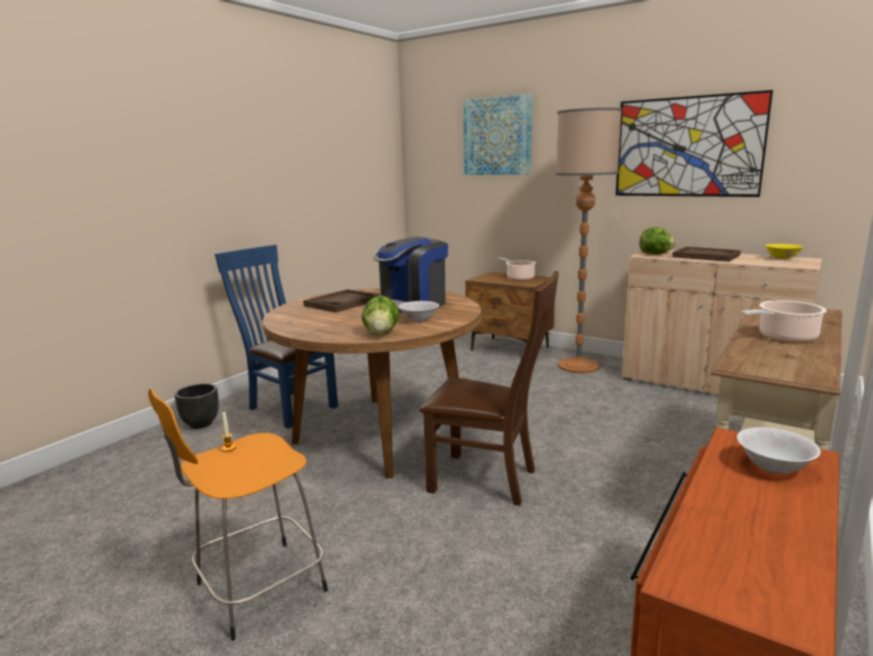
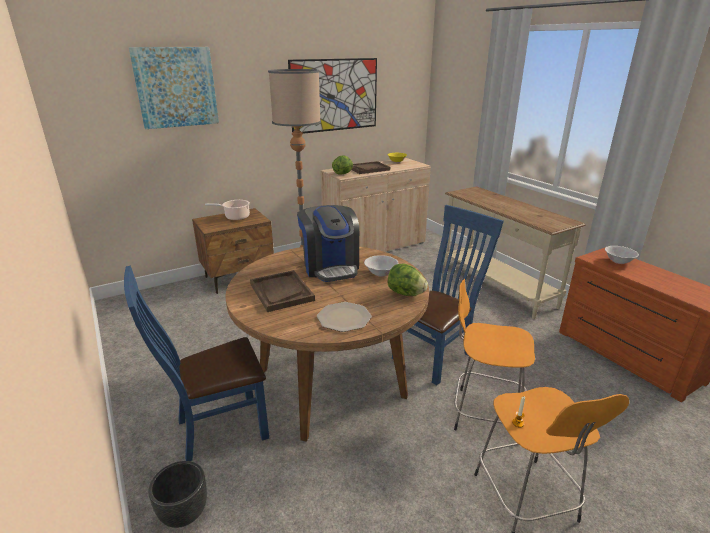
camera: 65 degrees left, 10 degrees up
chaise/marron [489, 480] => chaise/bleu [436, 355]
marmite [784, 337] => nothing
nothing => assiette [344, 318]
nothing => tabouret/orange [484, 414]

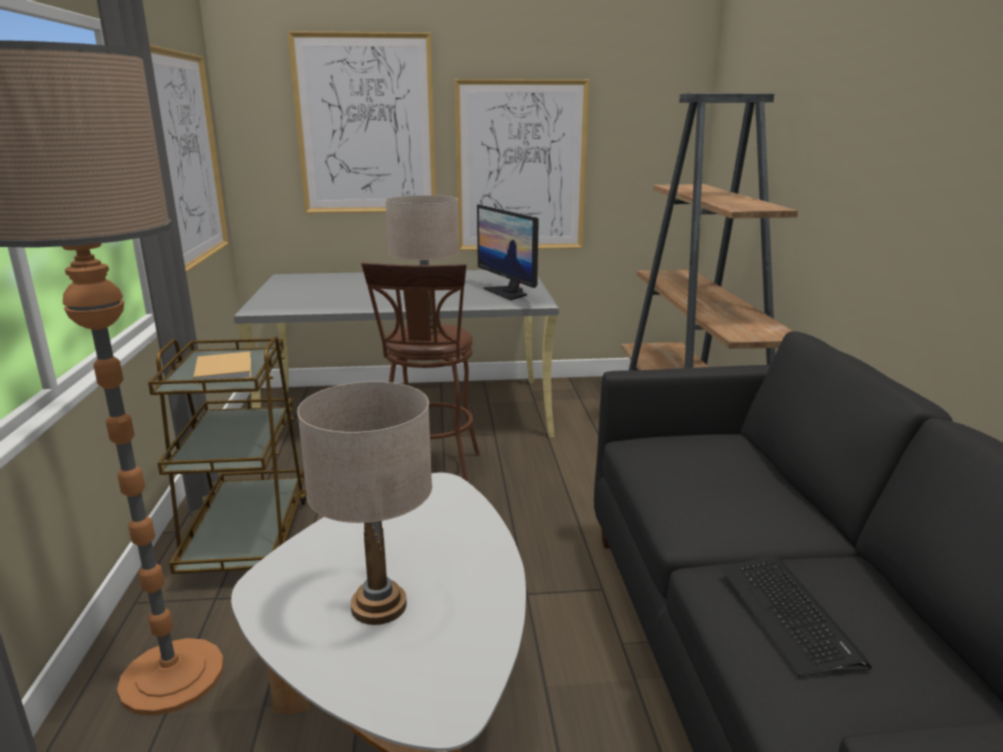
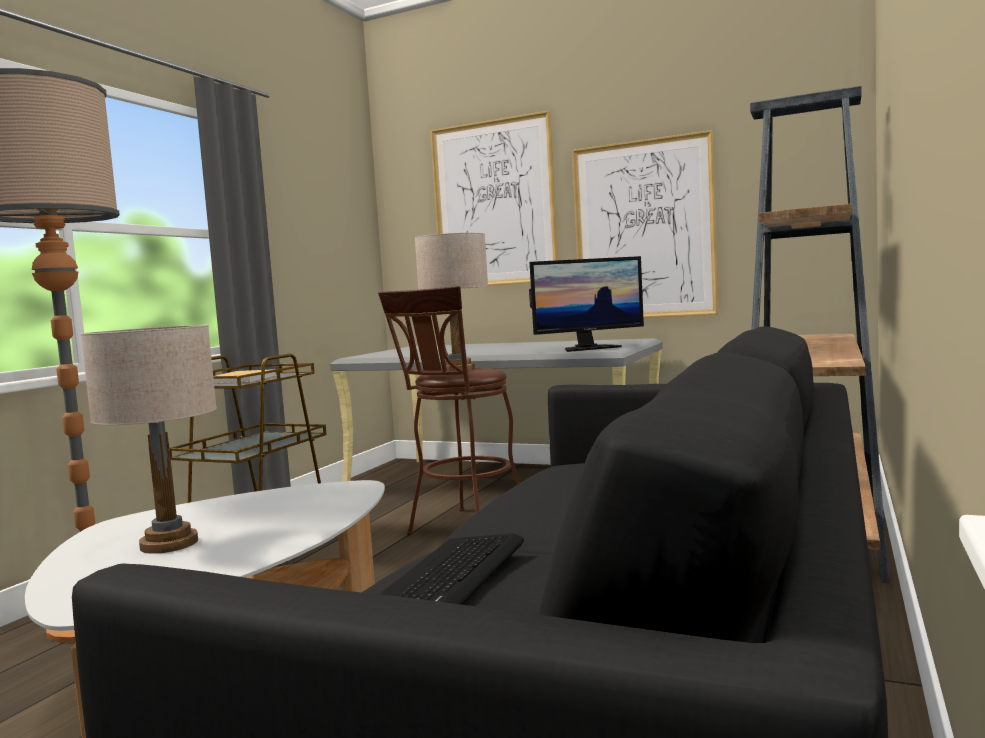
camera: 30 degrees right, 15 degrees down
tableau [188, 159] => nothing
écran d'ordinateur [508, 292] => écran d'ordinateur [588, 348], 105 degrees counterclockwise

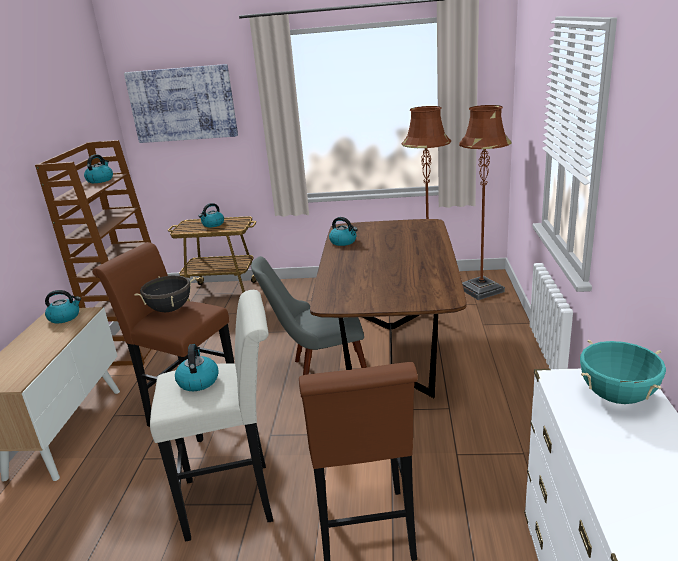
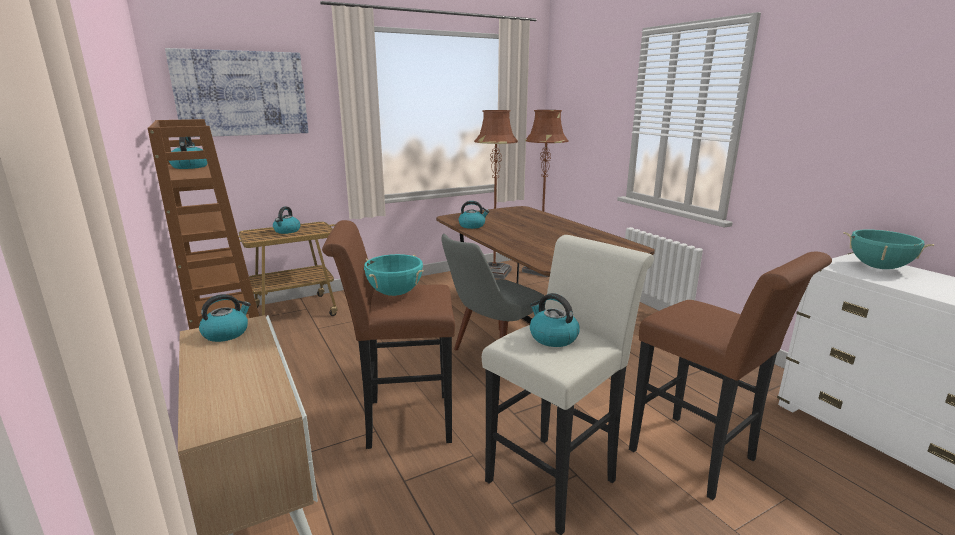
camera: 35 degrees left, 5 degrees down
marmite/noir [170, 309] => marmite/turquoise [395, 293]

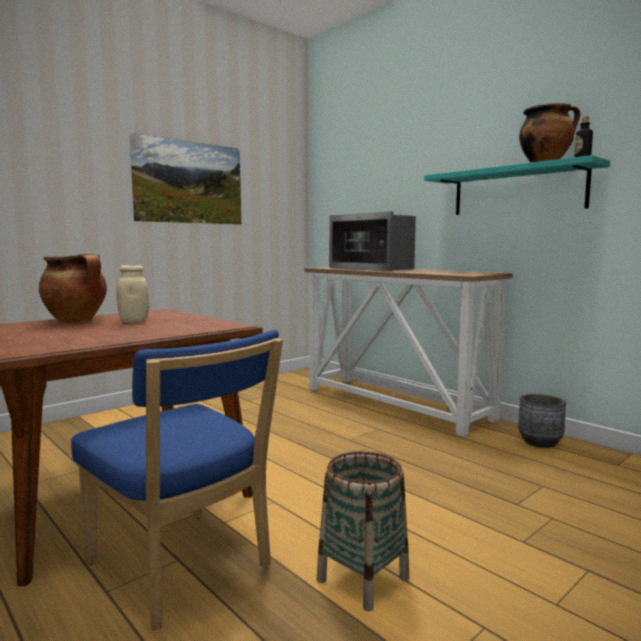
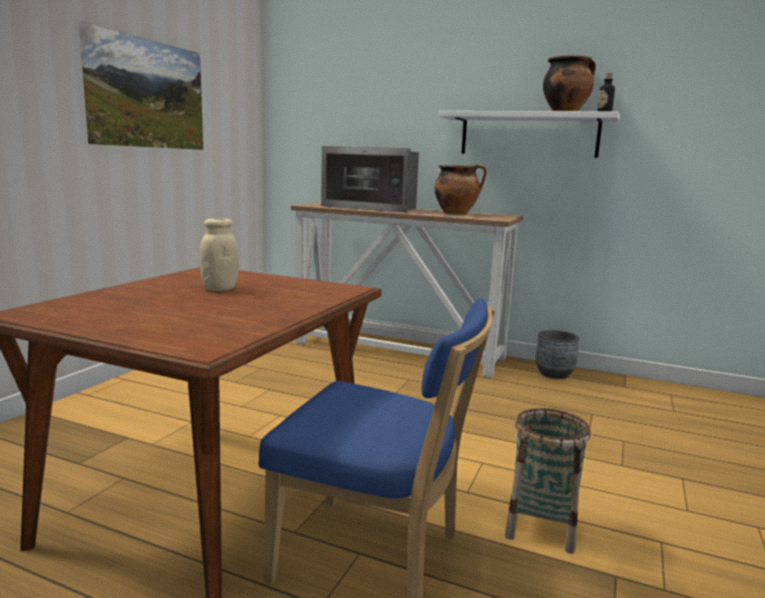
camera: 25 degrees left, 5 degrees up
marmite [77, 321] => marmite [457, 213], shifted
étagère/turquoise [517, 191] => étagère/blanc [528, 135]

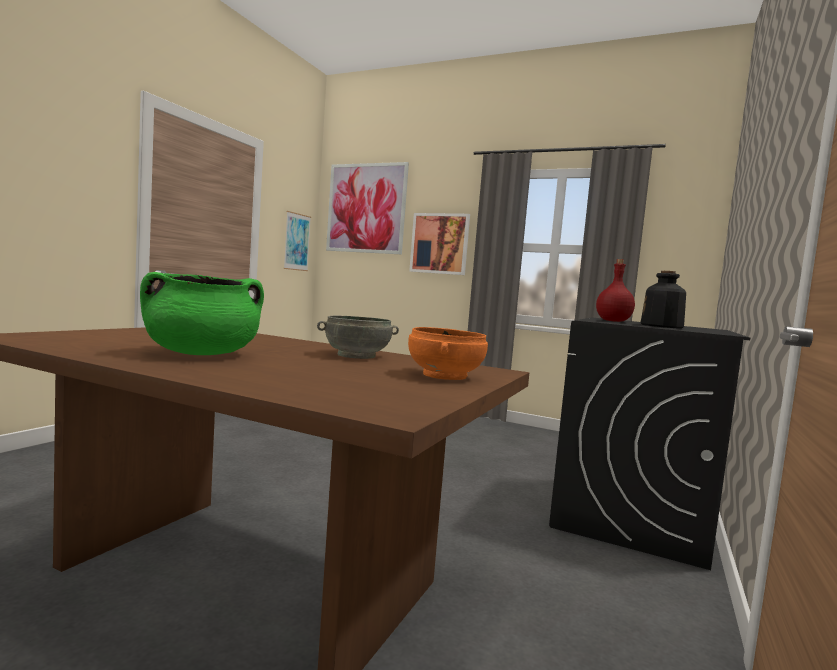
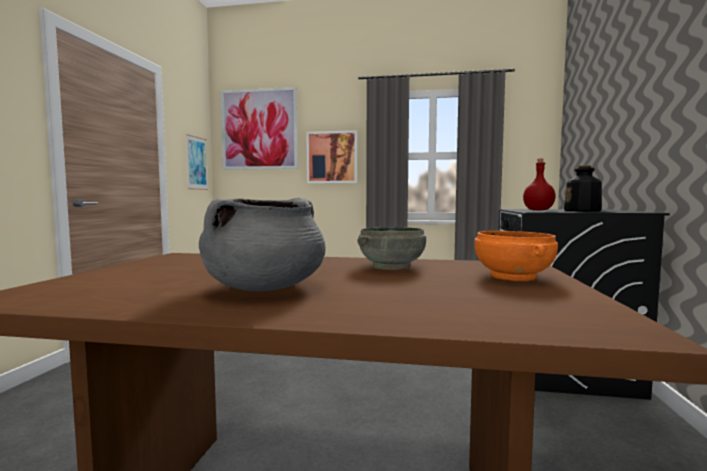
camera: 15 degrees left, 0 degrees up
marmite/vert [202, 354] => marmite/gris [265, 288]

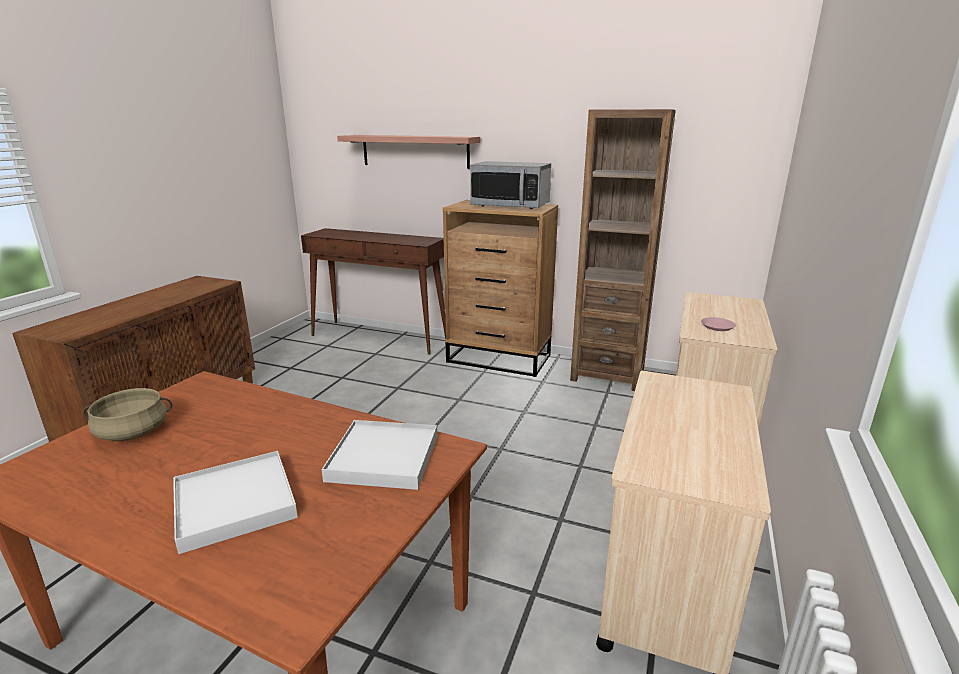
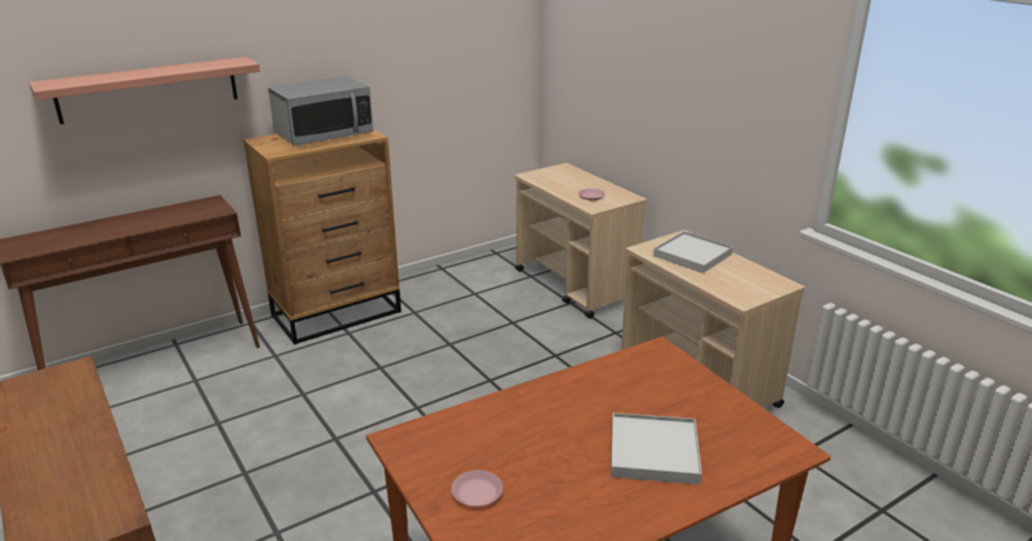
camera: 55 degrees left, 5 degrees up
marmite/beige [133, 432] => assiette/rose [476, 492]
plateau/blanc [383, 457] => plateau/blanc [692, 255], shifted
bibliothèque/marron [607, 374] => nothing

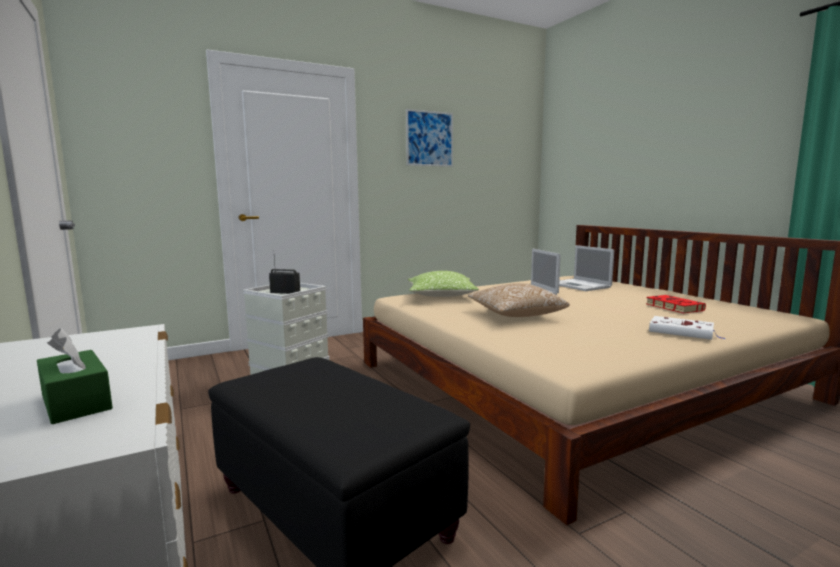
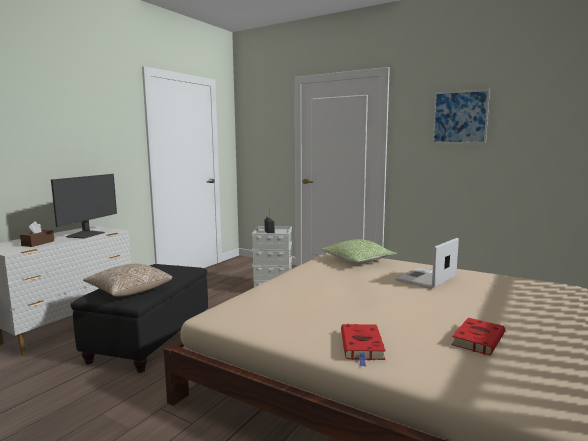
camera: 60 degrees right, 0 degrees up
boîte à mouchoirs/vert [76, 402] => boîte à mouchoirs/marron [38, 243]
coussin [515, 315] => coussin [129, 291], shifted
ordinateur portable [581, 285] => nothing
livre/blanc [683, 332] => livre/rouge [362, 346]
nothing => écran d'ordinateur [86, 235]

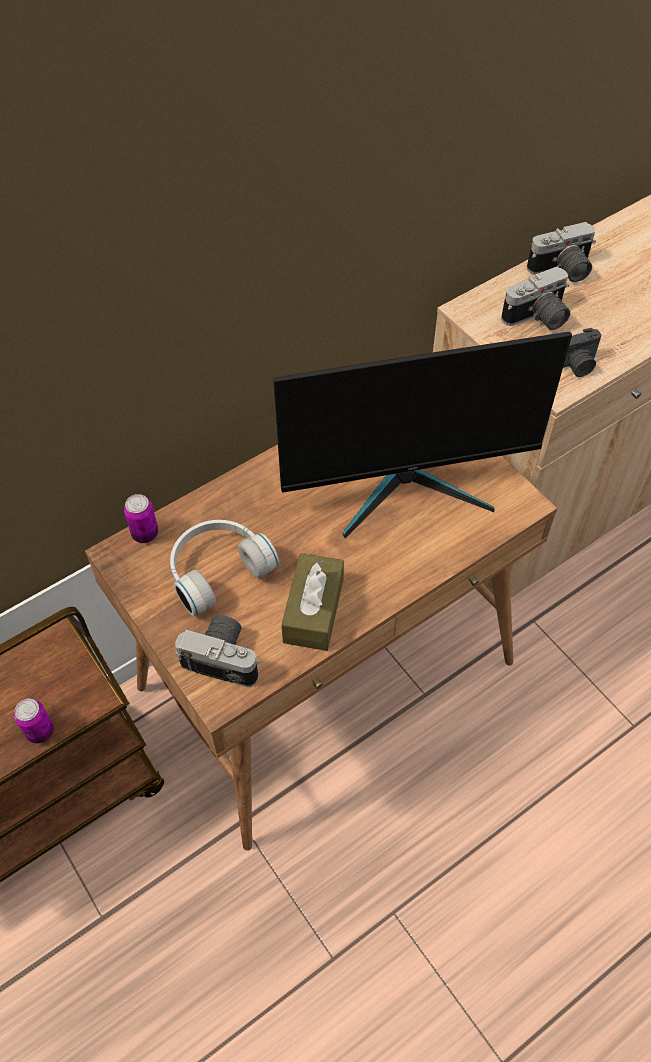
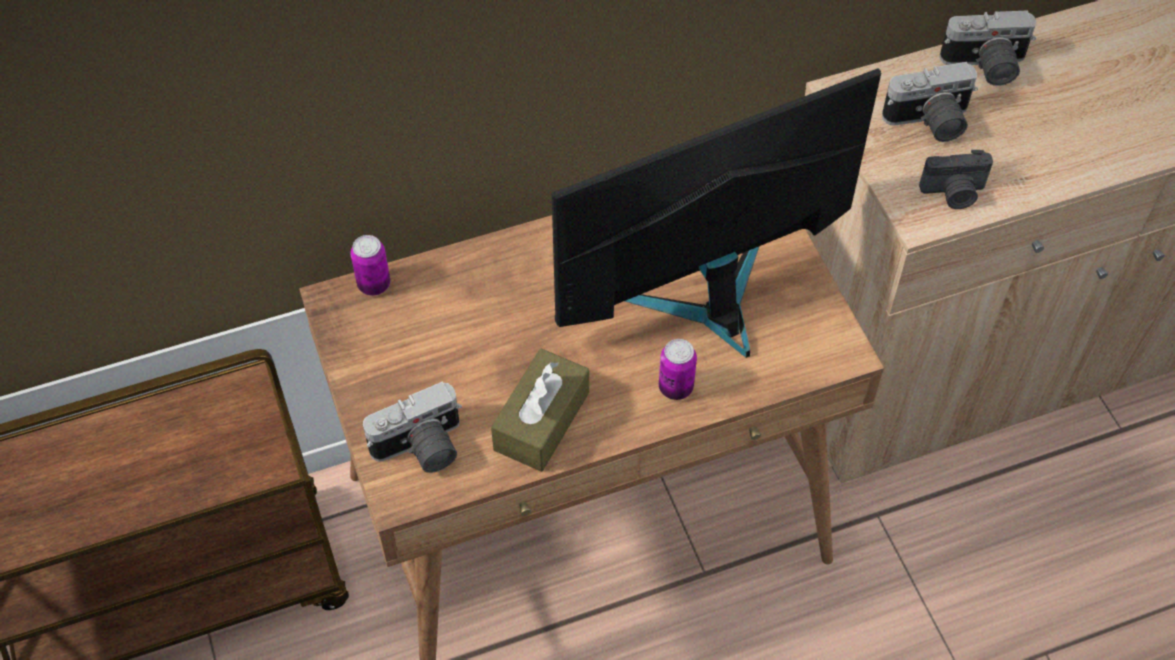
camera: 15 degrees right, 0 degrees up
boîte métallique [40, 731] => boîte métallique [675, 387], shifted
casque audio/blanc [217, 569] => nothing
appareil photo [225, 657] => appareil photo [421, 449], 120 degrees clockwise
écran d'ordinateur [408, 485] => écran d'ordinateur [707, 298], 150 degrees clockwise

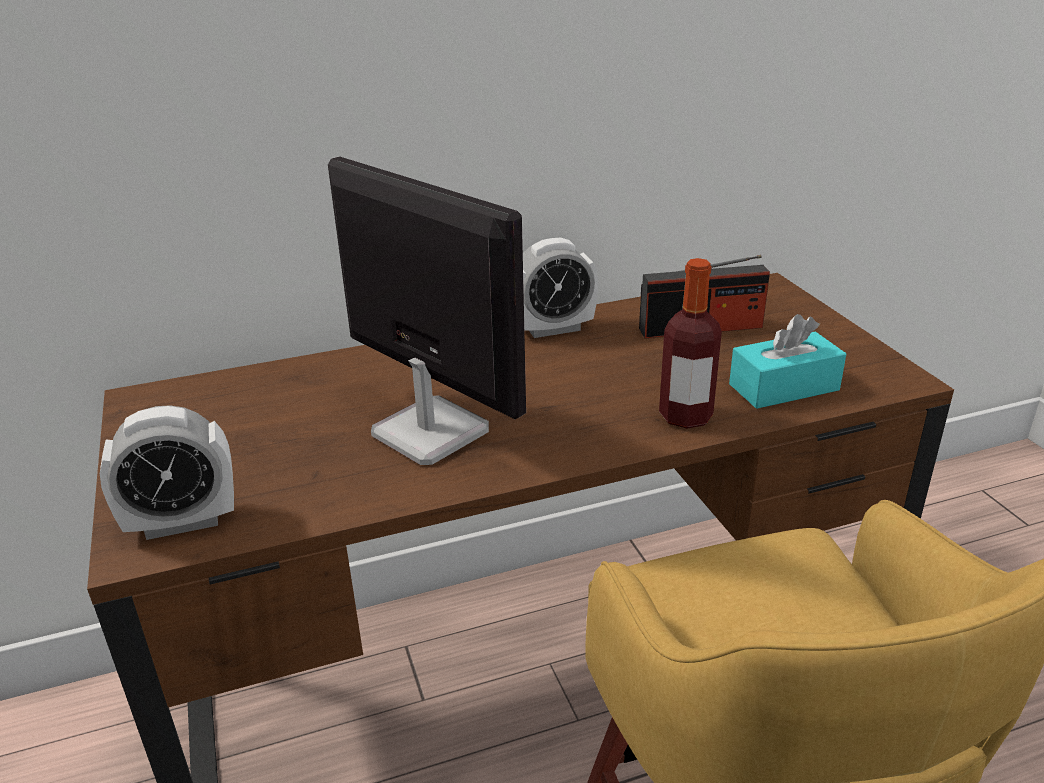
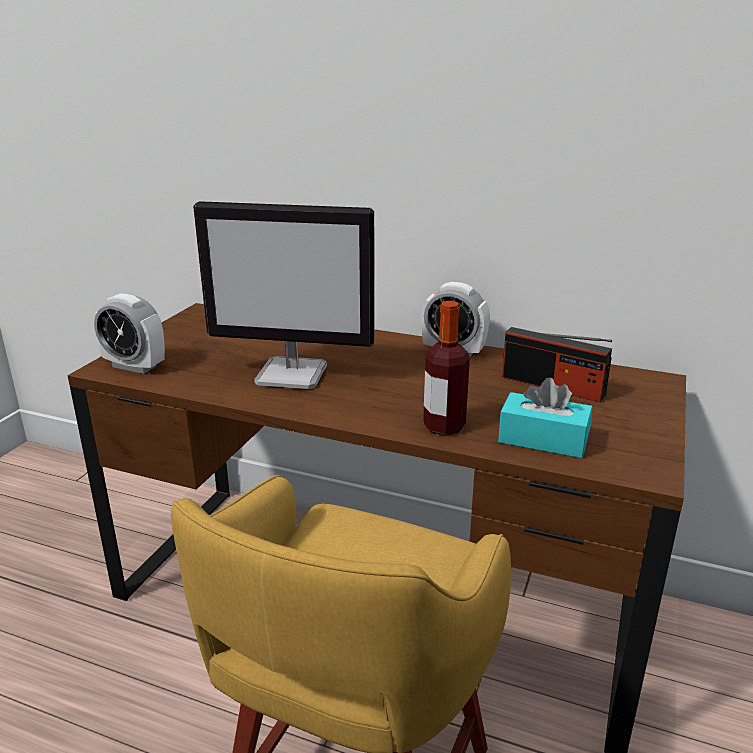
camera: 40 degrees right, 5 degrees down
écran d'ordinateur [428, 431] => écran d'ordinateur [293, 374], 105 degrees clockwise

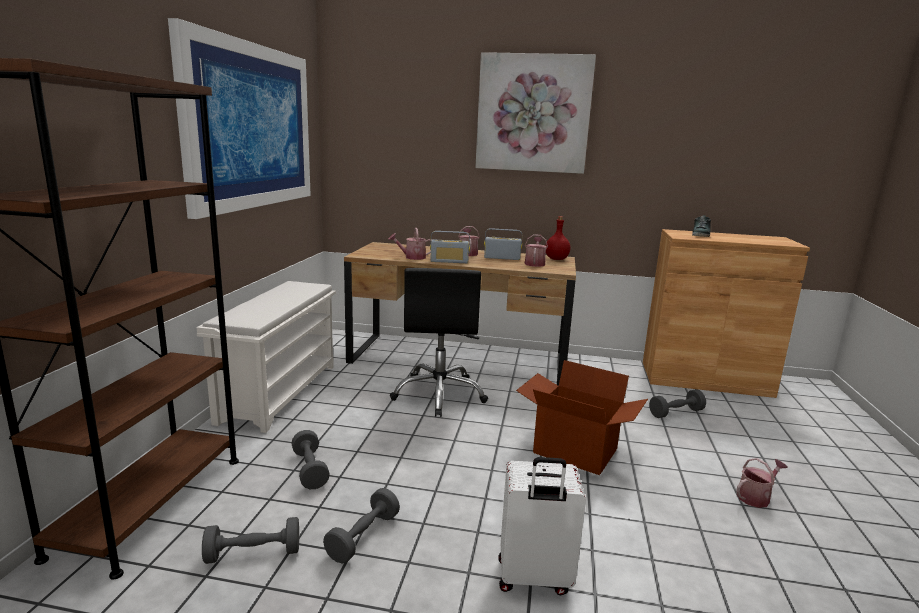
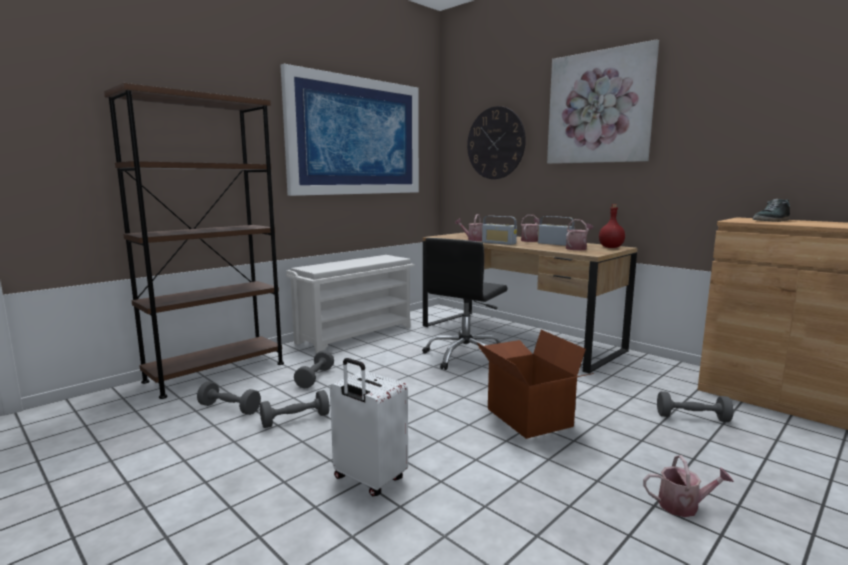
camera: 35 degrees right, 5 degrees down
nothing => horloge murale [495, 143]

